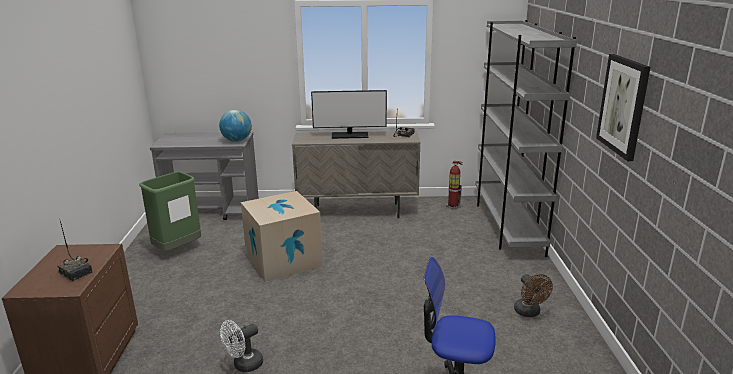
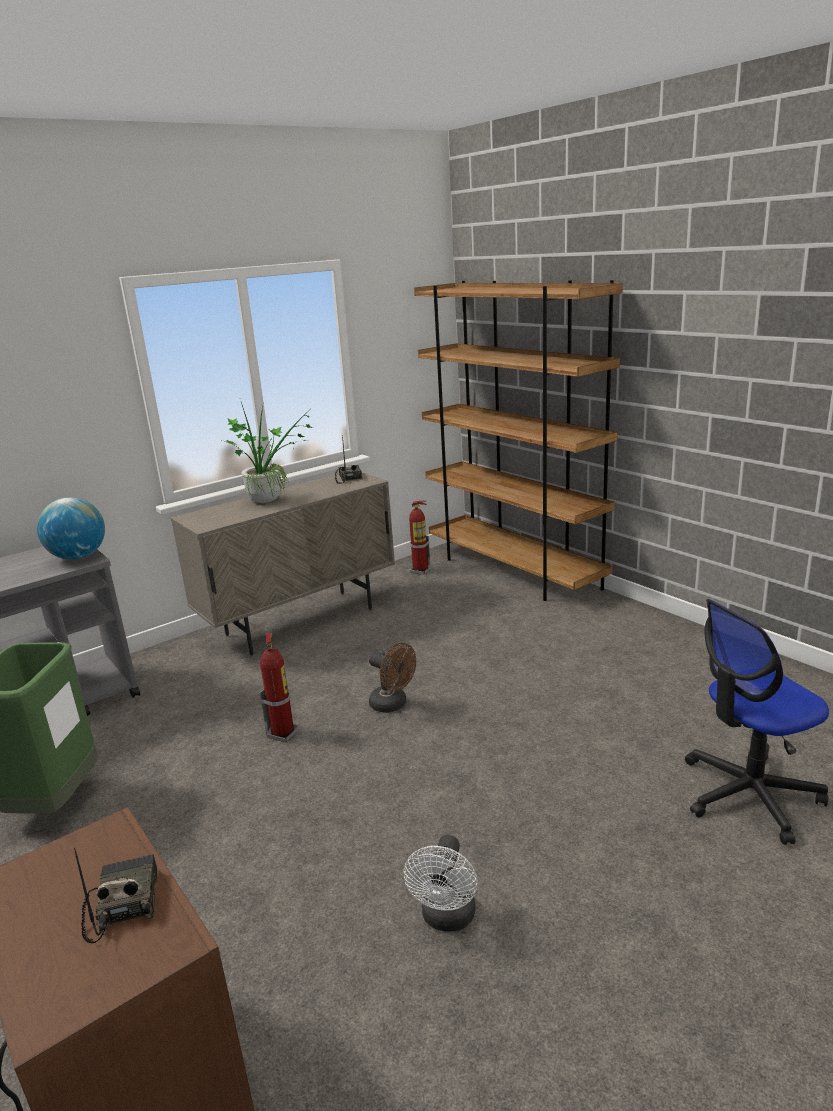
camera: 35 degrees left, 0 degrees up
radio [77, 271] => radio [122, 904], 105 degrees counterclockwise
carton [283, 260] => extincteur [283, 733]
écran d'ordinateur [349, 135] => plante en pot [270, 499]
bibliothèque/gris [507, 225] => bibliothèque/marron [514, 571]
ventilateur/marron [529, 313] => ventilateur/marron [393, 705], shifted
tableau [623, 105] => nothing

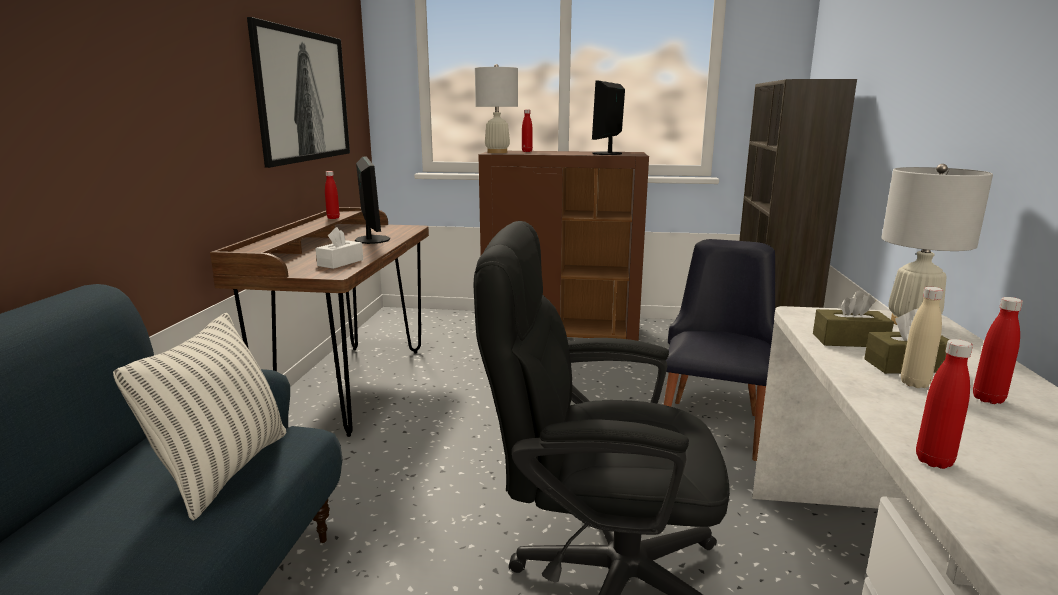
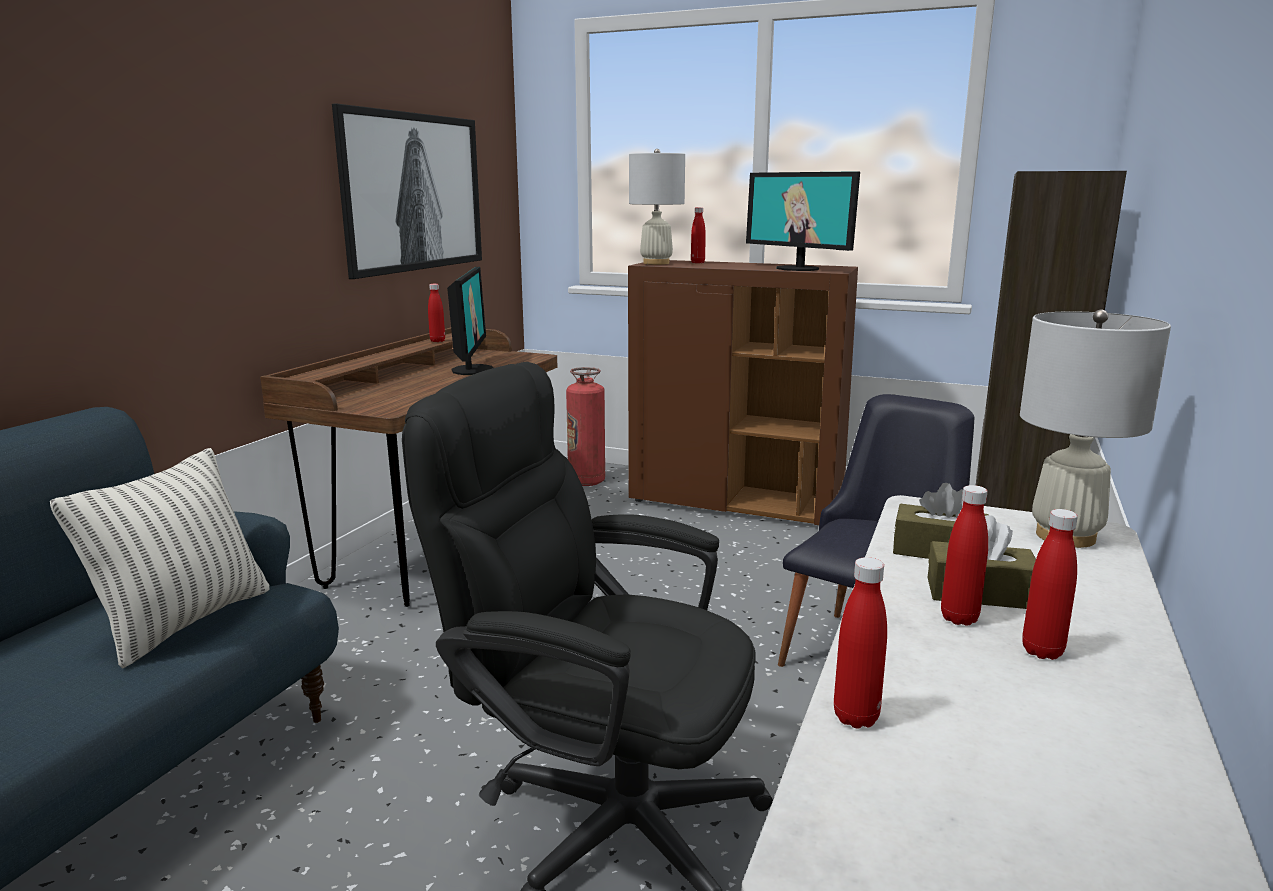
camera: 15 degrees right, 0 degrees up
boîte à mouchoirs/blanc [340, 263] => nothing
écran d'ordinateur [607, 153] => écran d'ordinateur [798, 268], 75 degrees counterclockwise
bouteille/beige [914, 384] => bouteille/rouge [959, 618]
nothing => extincteur [586, 481]

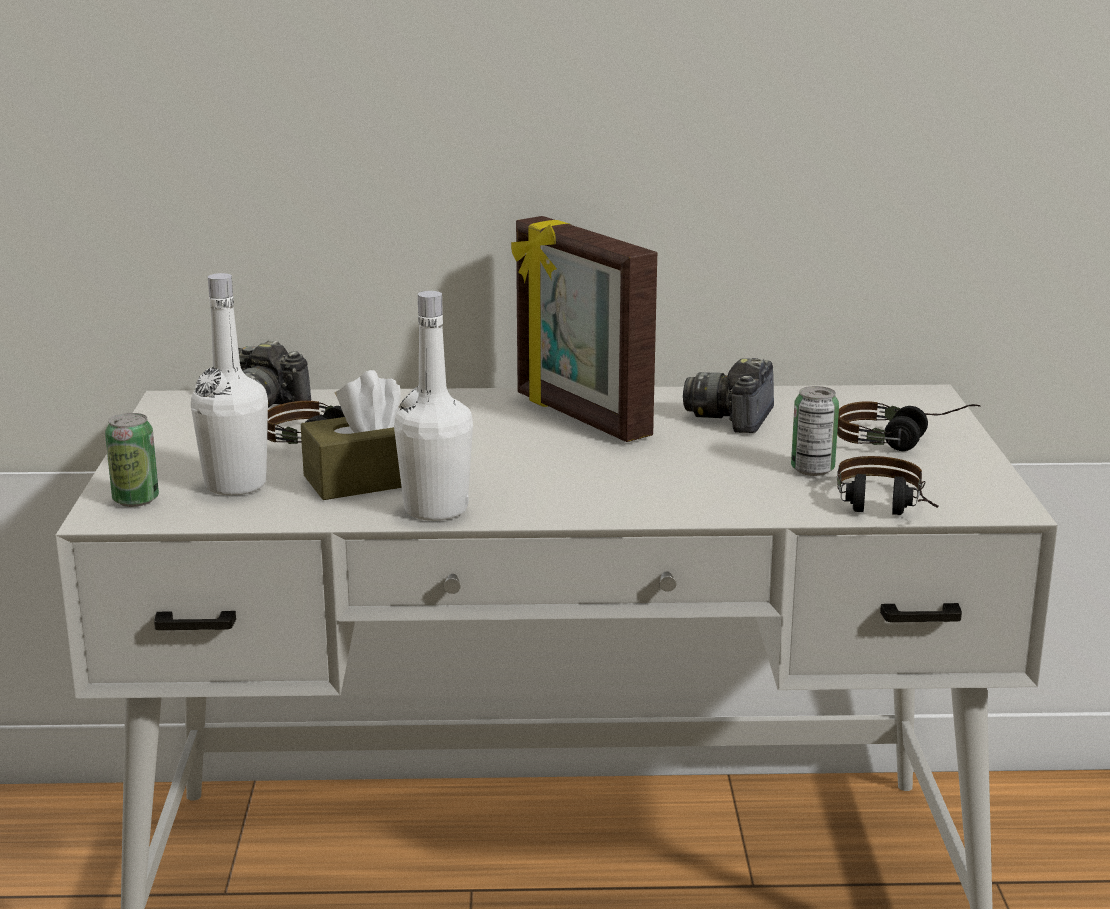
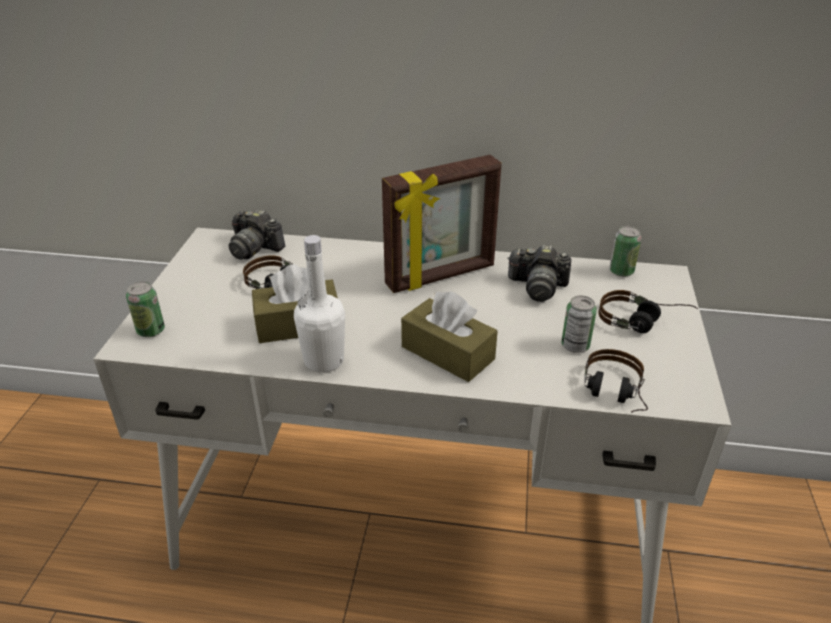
camera: 10 degrees right, 15 degrees up
bouteille/blanc [235, 485] => nothing
cadre photo [580, 416] => cadre photo [441, 276], 90 degrees counterclockwise
appareil photo [734, 417] => appareil photo [537, 287], 105 degrees counterclockwise
nothing => boîte à mouchoirs/marron [447, 353]
nothing => boîte métallique [621, 271]

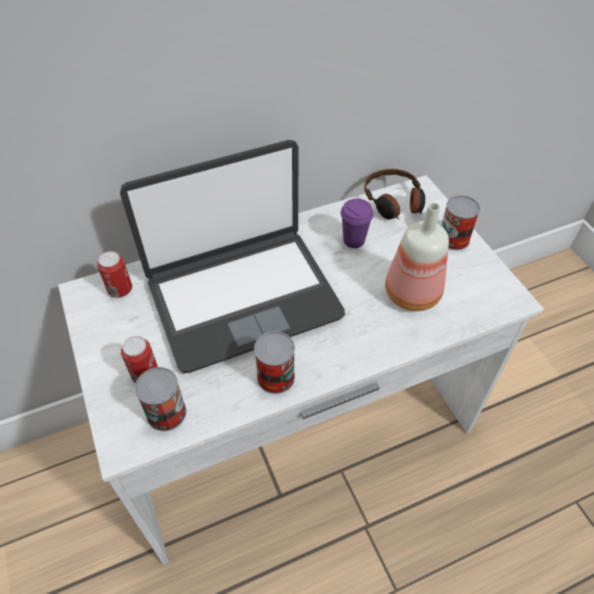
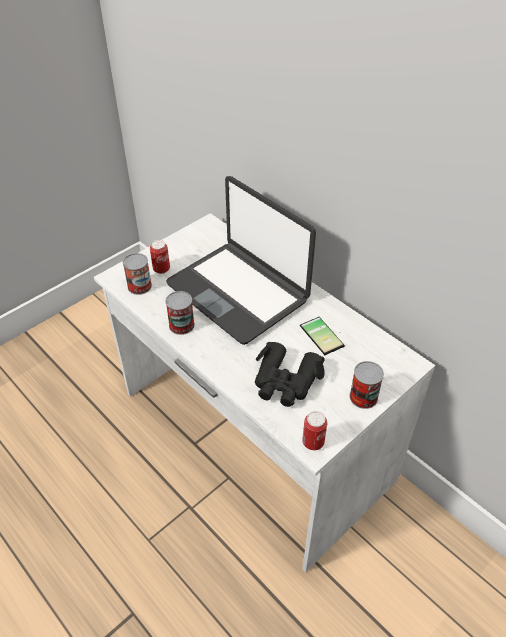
camera: 70 degrees right, 5 degrees down
boîte métallique [120, 290] => boîte métallique [313, 442], shifted
tasse/violet [354, 240] => téléphone [324, 335]
casque audio [394, 202] => nothing
bouteille [412, 295] => jumelles/noir [285, 381]

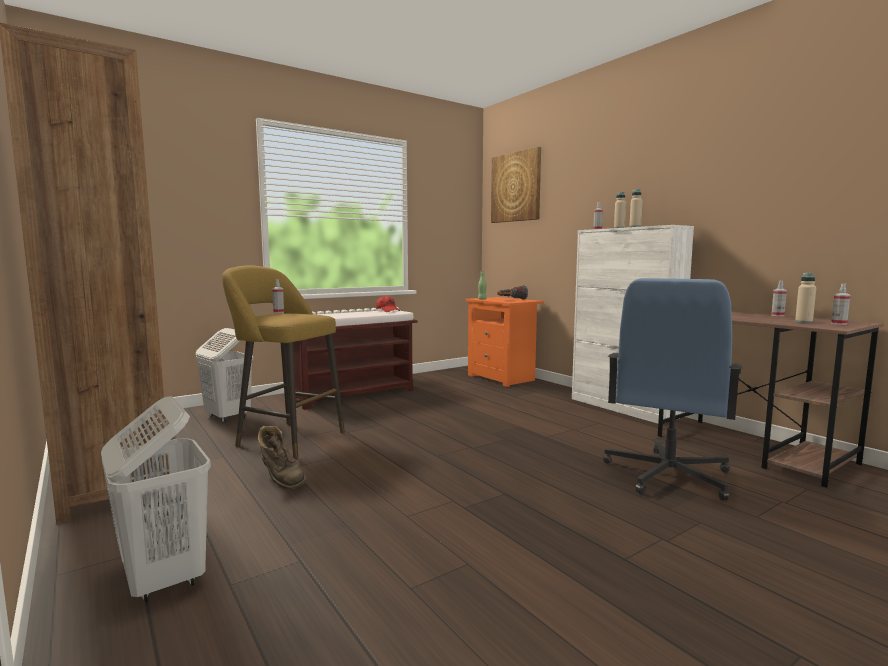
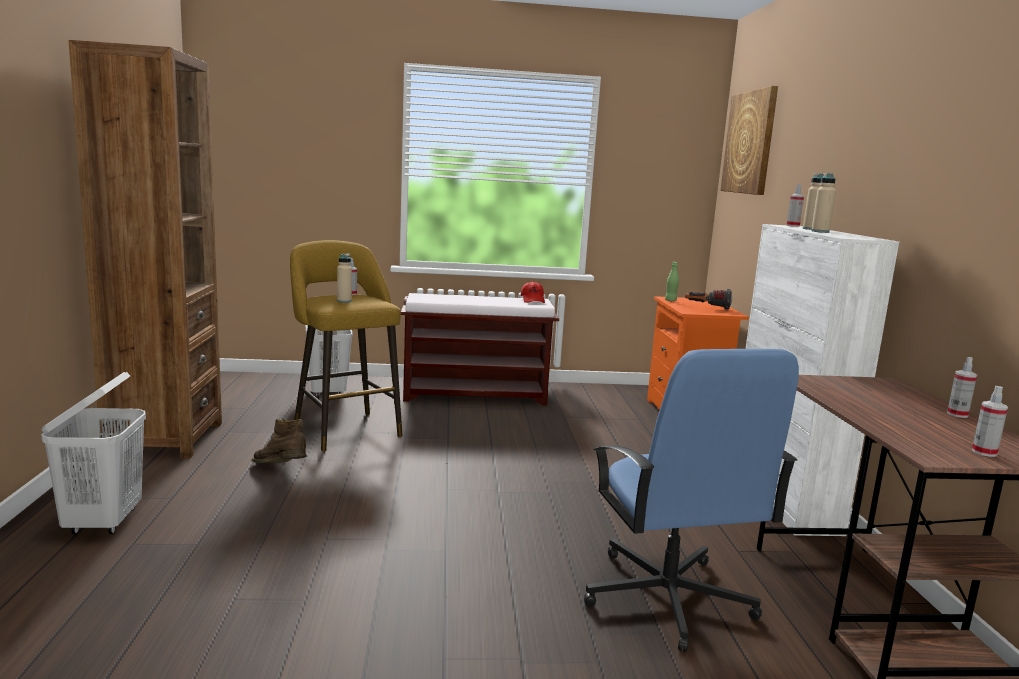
camera: 30 degrees right, 5 degrees up
botte/marron [281, 480] => botte/marron [281, 469], 135 degrees clockwise
chaise de bureau/bleu [667, 475] => chaise de bureau/bleu [667, 598], 75 degrees counterclockwise
bouteille/beige [803, 322] => bouteille/beige [344, 301], shifted

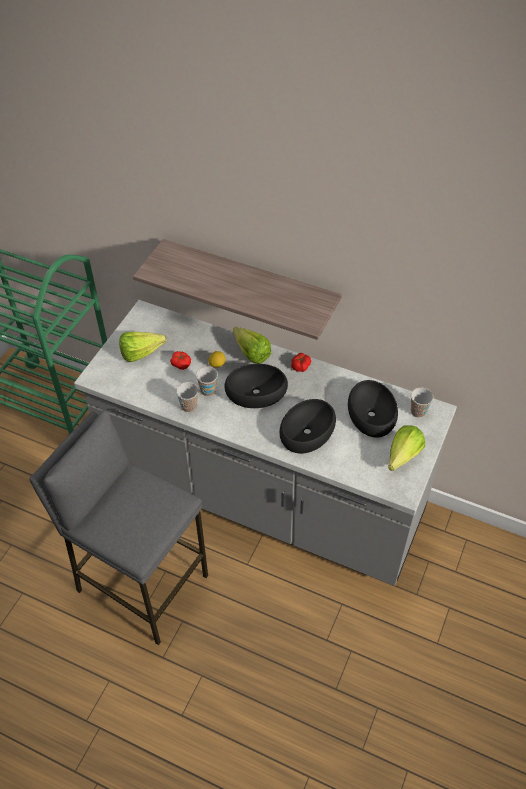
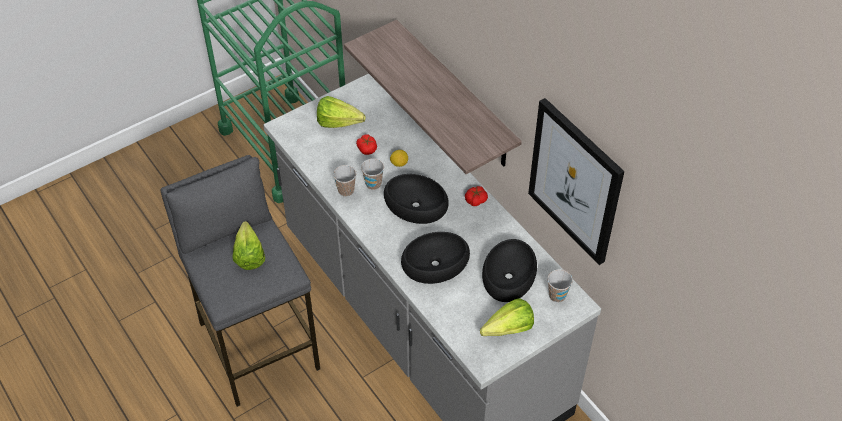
camera: 30 degrees right, 0 degrees up
laitue [250, 351] => laitue [250, 252], shifted
nothing => tableau [575, 181]

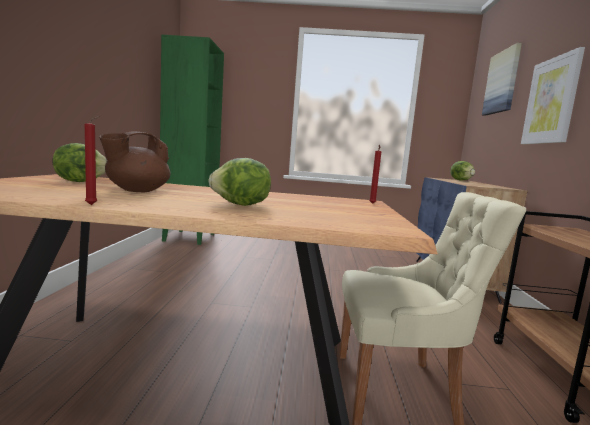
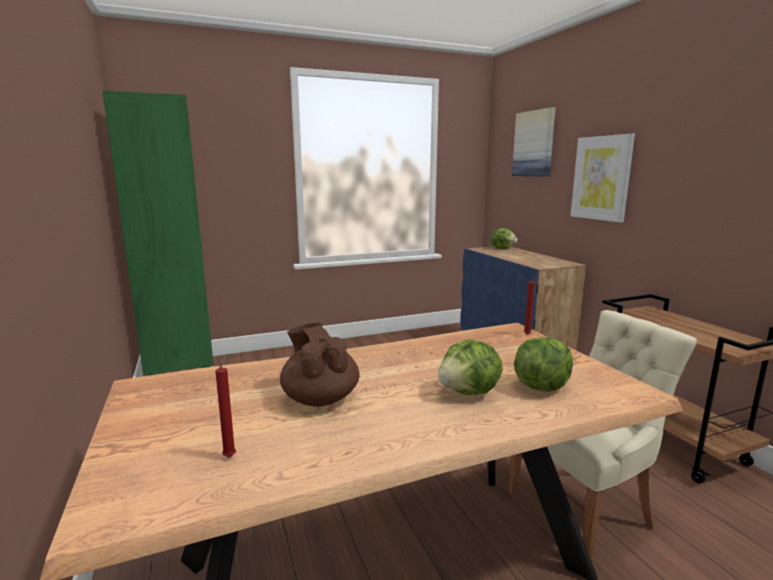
camera: 25 degrees left, 5 degrees up
laitue [81, 182] => laitue [541, 386], shifted
bougie/rouge [93, 205] => bougie/rouge [231, 456], shifted
théière/marron [137, 191] => théière/marron [320, 398], 135 degrees clockwise

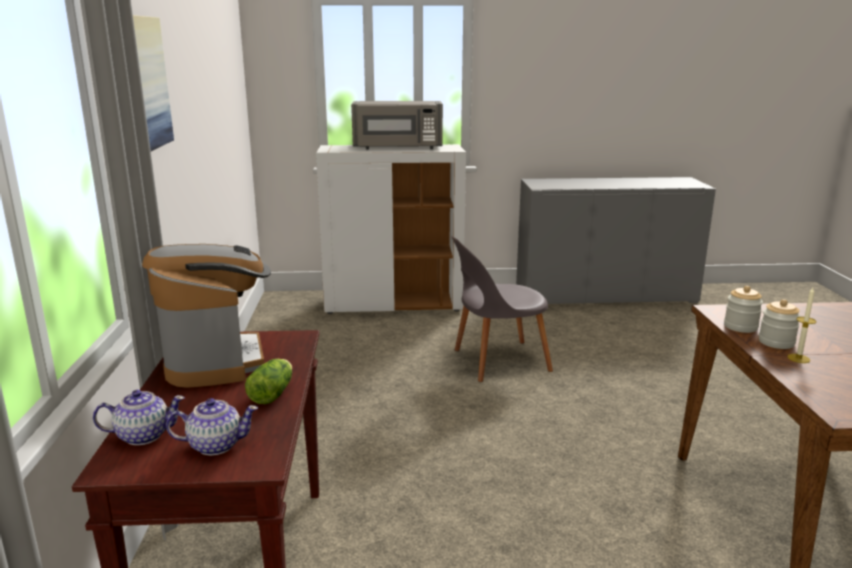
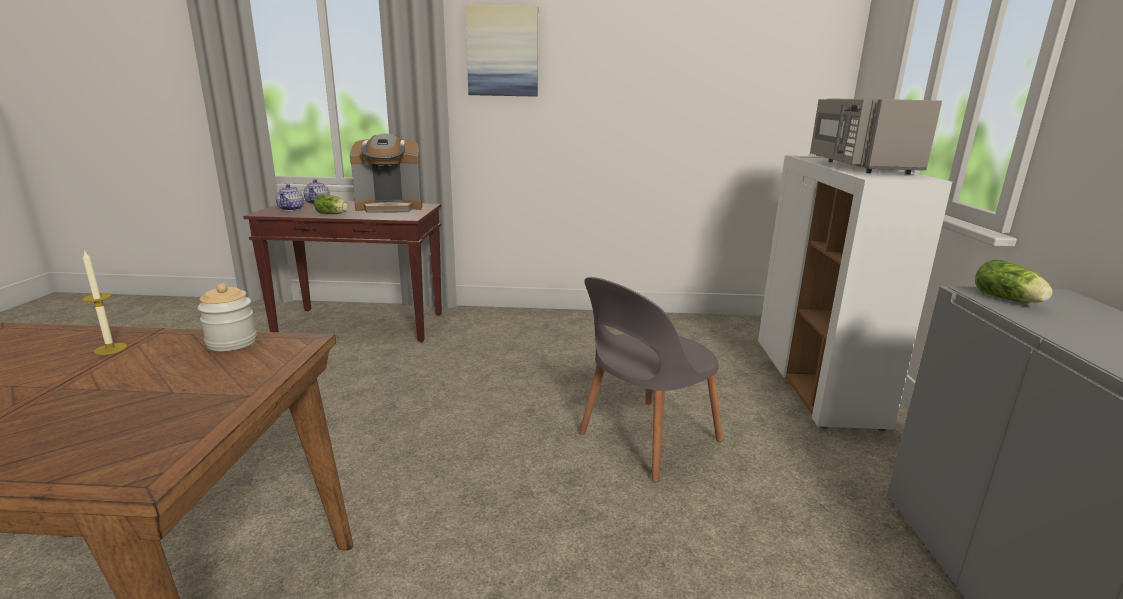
camera: 95 degrees right, 0 degrees up
chaise/gris [497, 361] => chaise/gris [645, 439], 120 degrees counterclockwise
bocal [776, 342] => nothing
nothing => laitue [1009, 300]

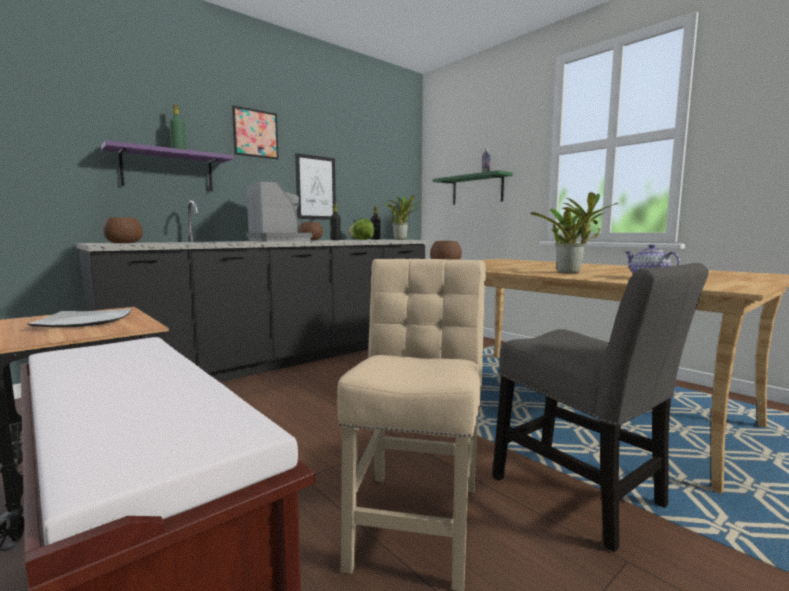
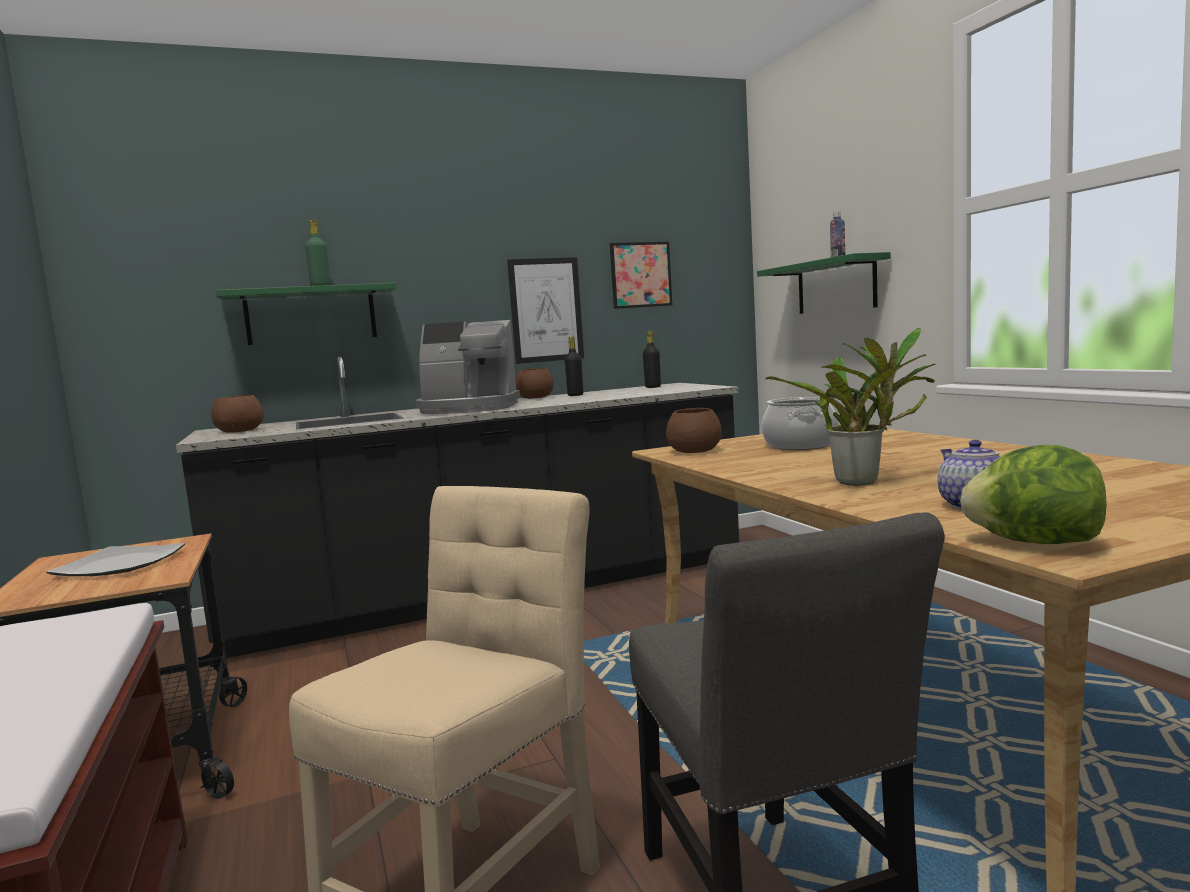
camera: 20 degrees right, 0 degrees up
étagère/violet [168, 170] => étagère/vert [311, 315]
tableau [255, 133] => tableau [640, 275], shifted
machine à café [280, 241] => machine à café [469, 409], 105 degrees clockwise
laitue [362, 239] => laitue [1033, 543], shifted
plante en pot [401, 239] => nothing
nothing => marmite [799, 445]

